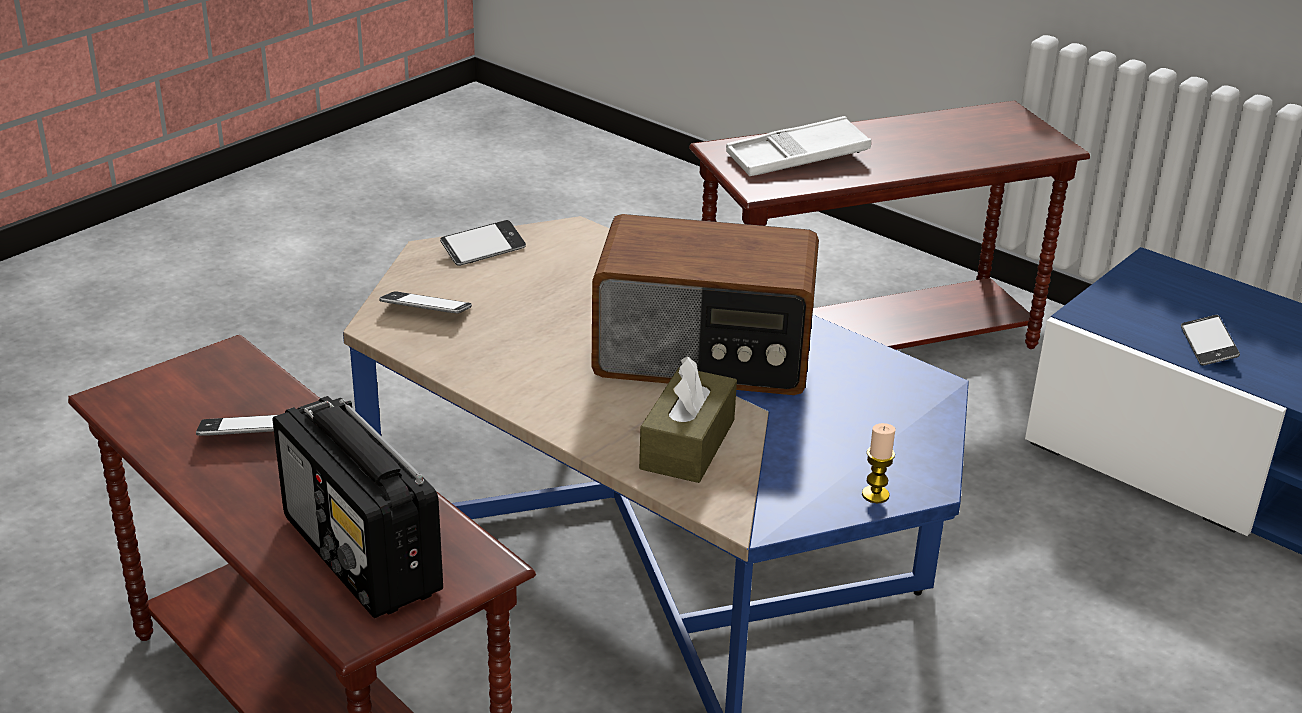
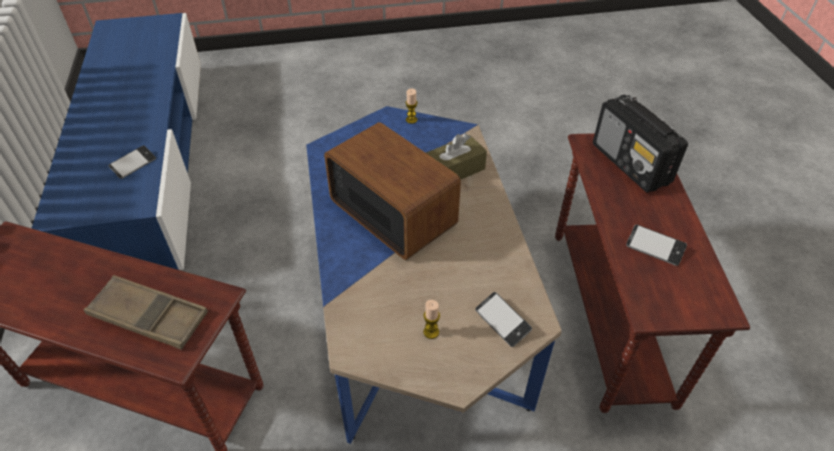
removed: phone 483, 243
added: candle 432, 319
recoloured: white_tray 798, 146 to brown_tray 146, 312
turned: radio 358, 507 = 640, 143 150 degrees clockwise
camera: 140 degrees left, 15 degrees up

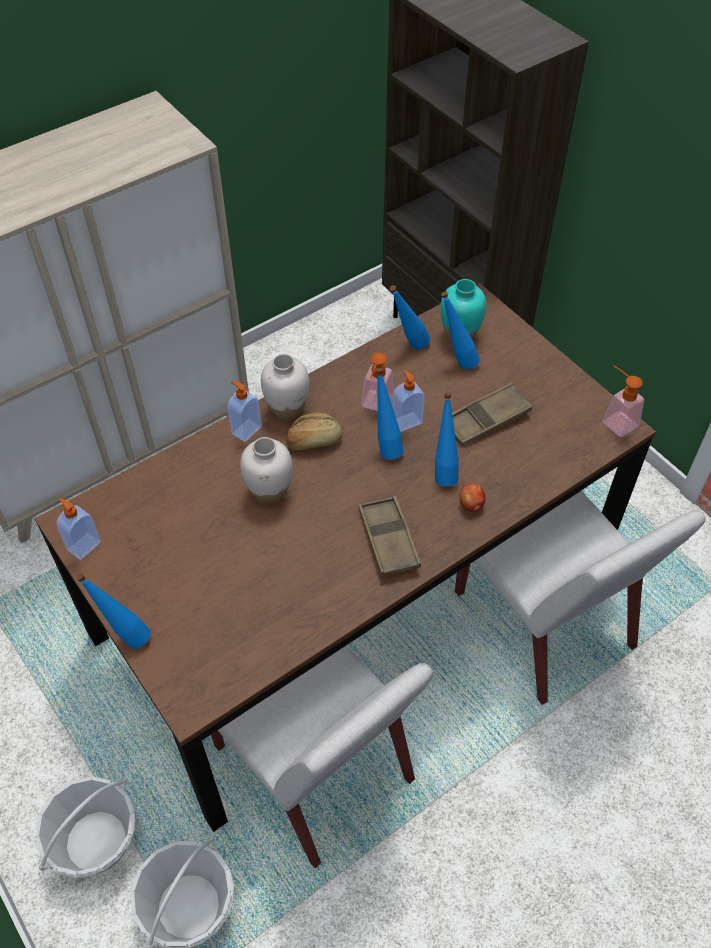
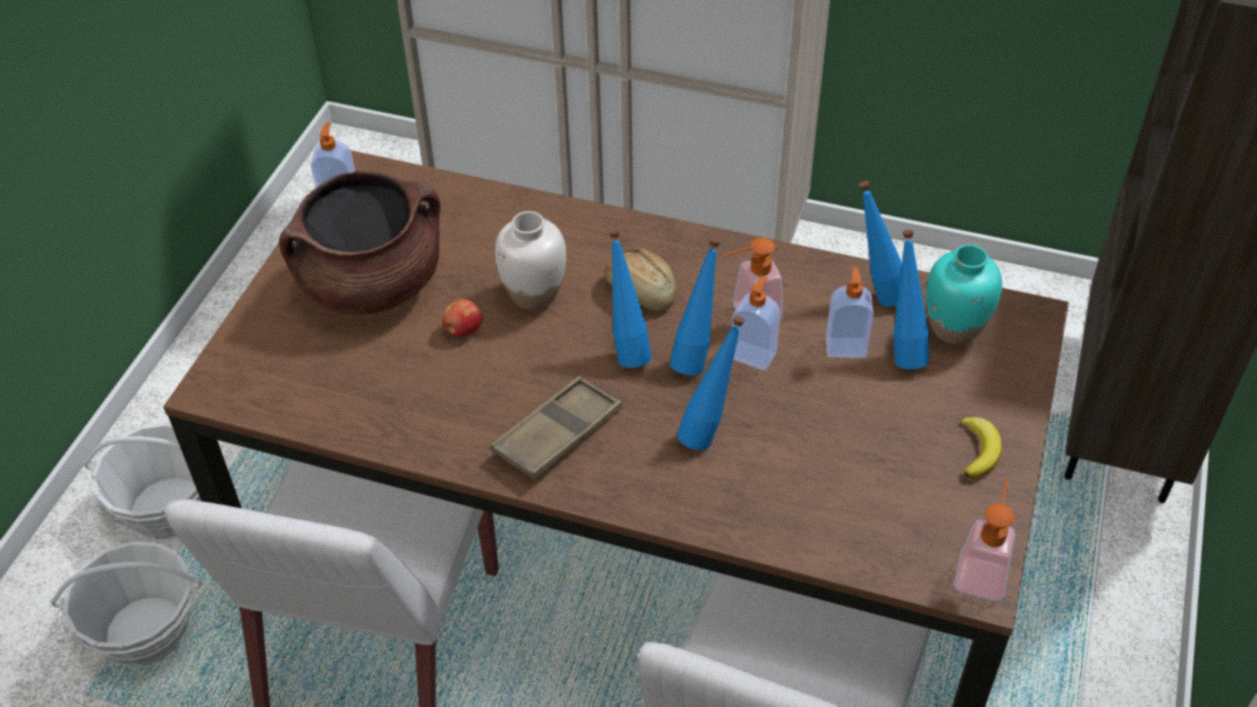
removed: white_vase 285, 386; brown_tray 492, 414
added: brown_cooking_pot 360, 243; banana 981, 448
moved: soap_dispenser 244, 411 to 850, 312; apple 472, 497 to 462, 318; blue_bottle 113, 611 to 630, 298
camera: 55 degrees right, 5 degrees down

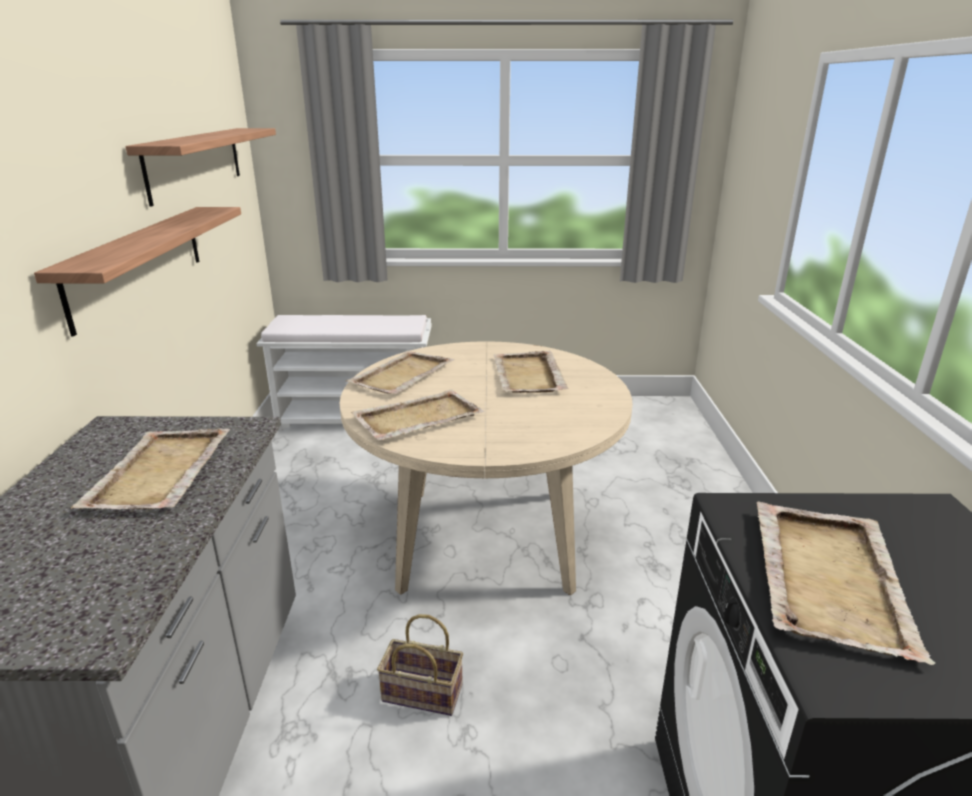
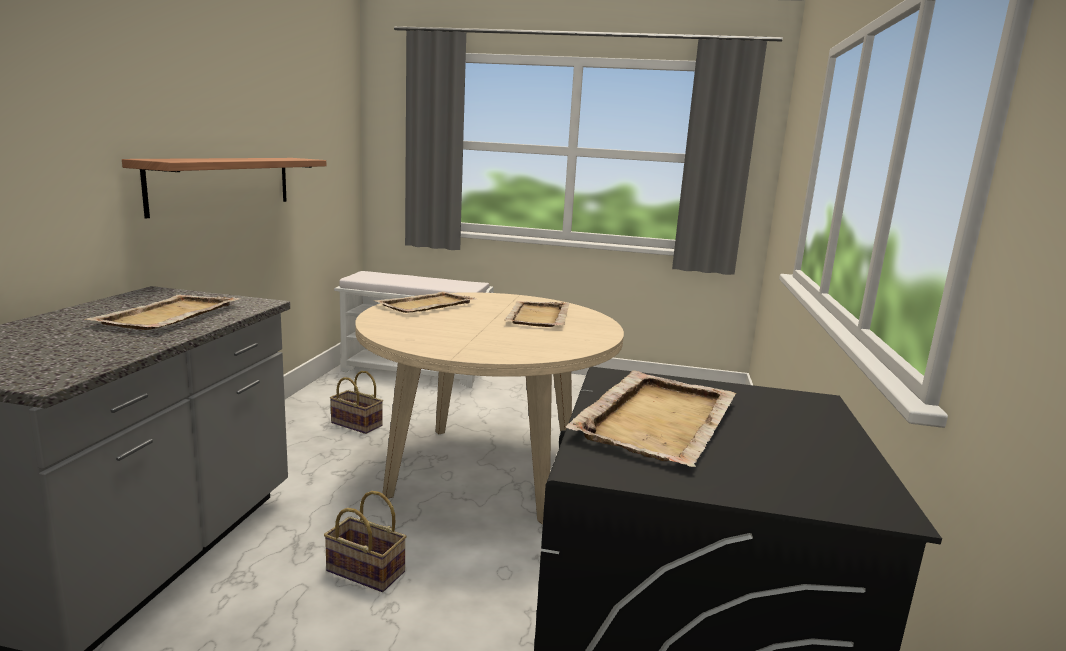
removed: shelf 200, 167; beige_tray 418, 414
added: basket 356, 402
camera: 10 degrees right, 10 degrees down

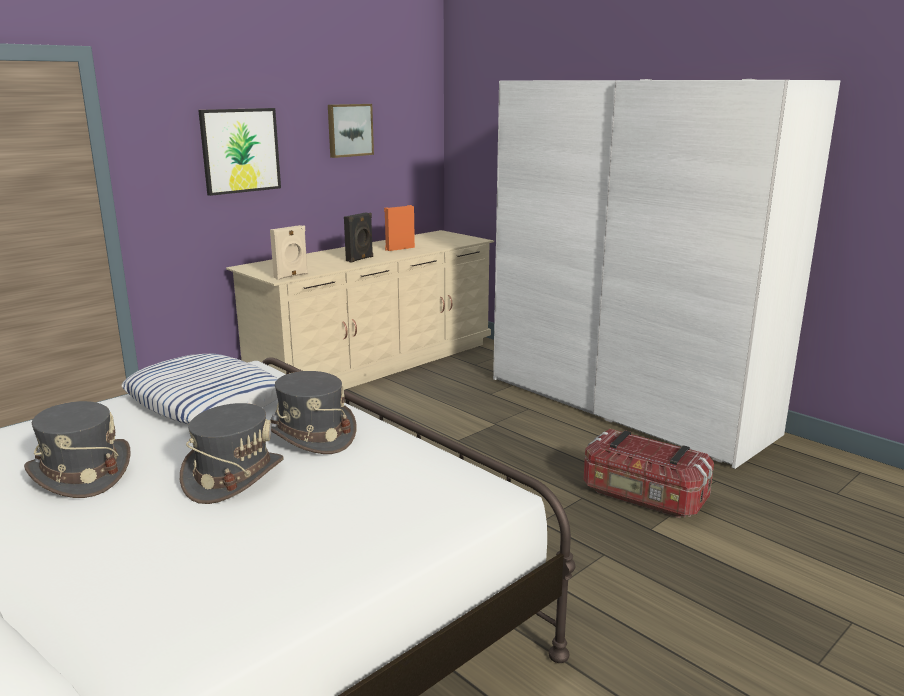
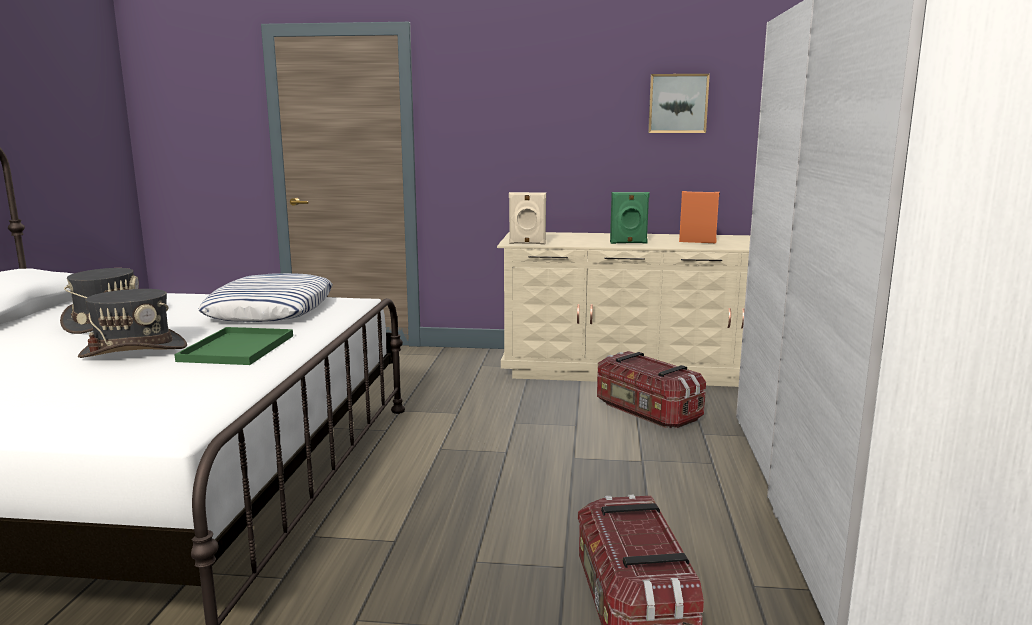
removed: picture 239, 152
added: storage_box 651, 389
replaced: grey_hat 313, 412 to green_tray 233, 346
recoloured: black_speaker 358, 237 to green_speaker 630, 218
camera: 50 degrees right, 5 degrees down

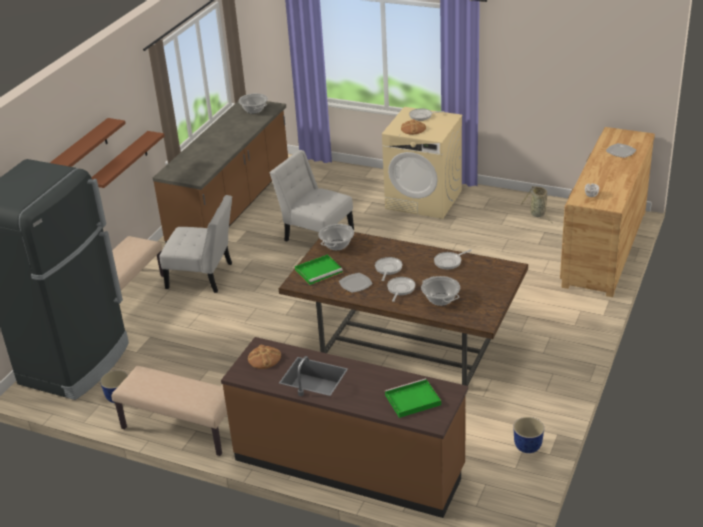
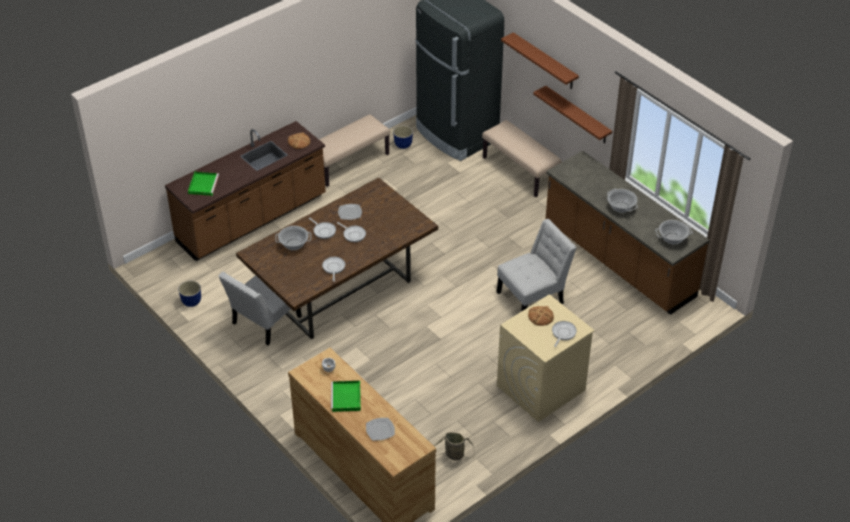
moved: white_chair 195, 244 to 260, 308; cooking_pot 336, 237 to 622, 201; green_tray 319, 269 to 346, 396
camera: 115 degrees right, 10 degrees up

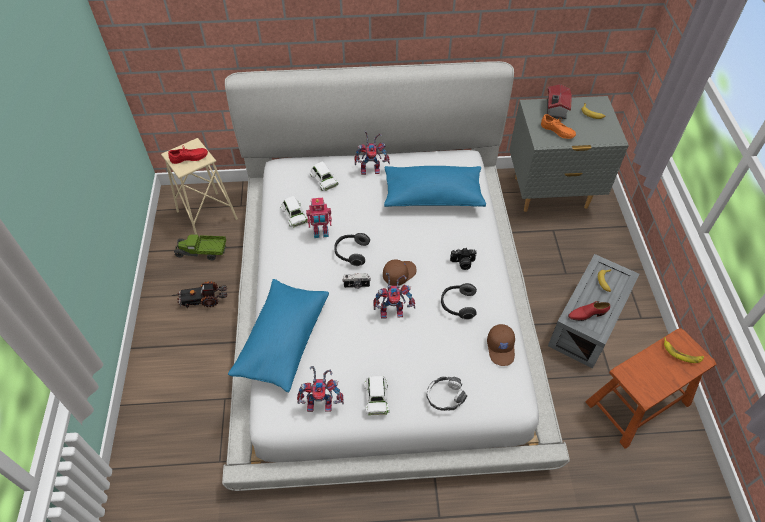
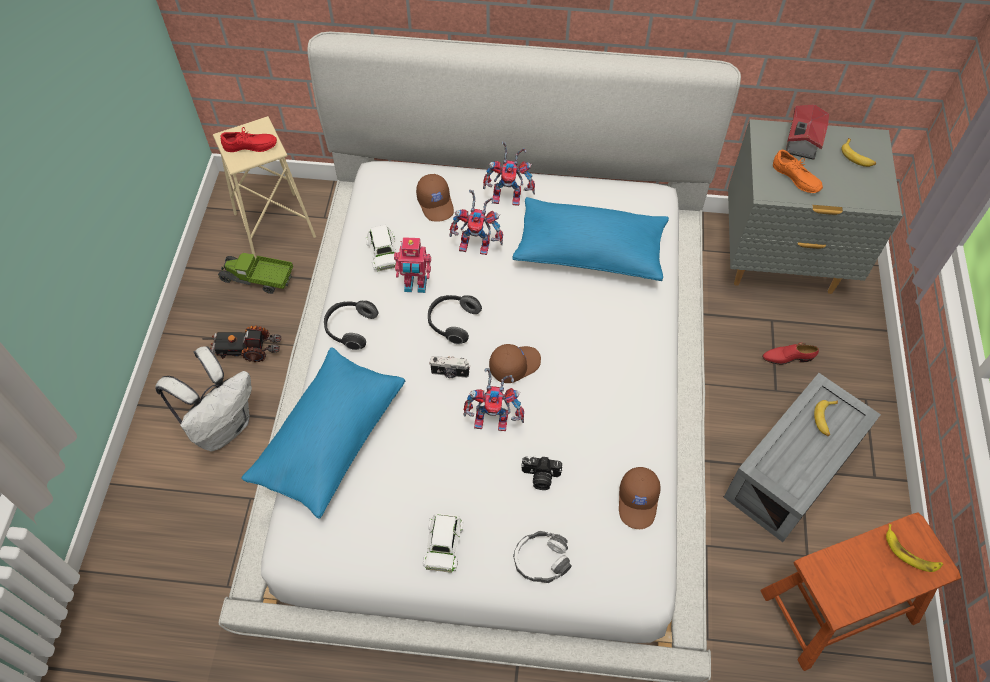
added: white_backpack 203, 399
moved: photo_camera 463, 259 to 541, 472; headphones 459, 301 to 351, 325; red_shoe 589, 311 to 790, 354; toy_robot 320, 389 to 476, 222
replaced: white_toy_car 324, 176 to brown_cap 435, 198
camera: 10 degrees right, 5 degrees up

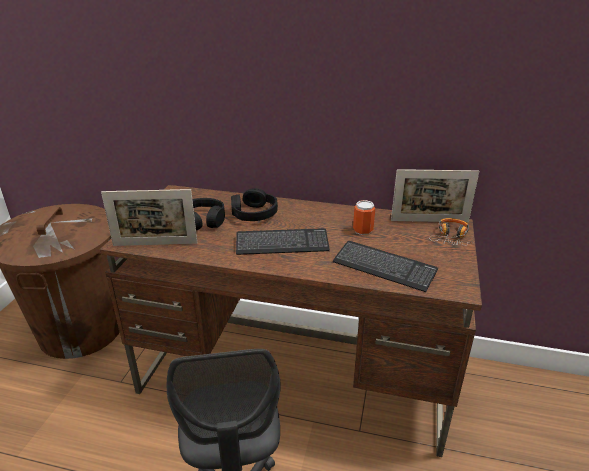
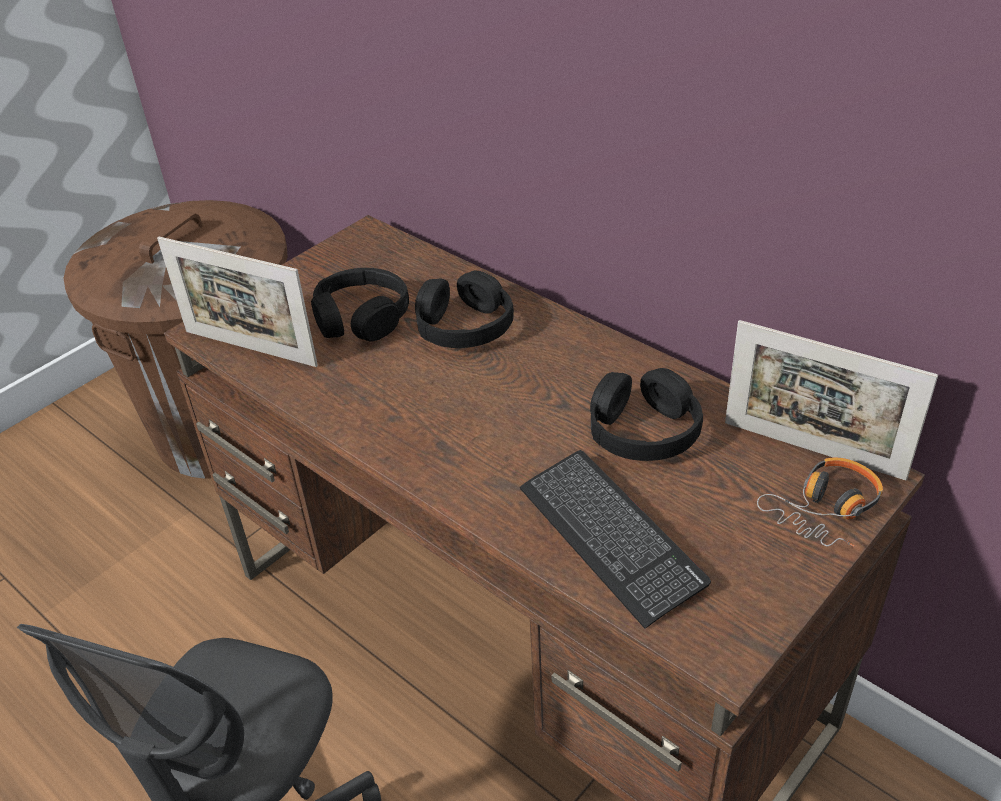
removed: keyboard 283, 241
replaced: can 364, 217 to black_headphones 646, 414
camera: 30 degrees right, 10 degrees up

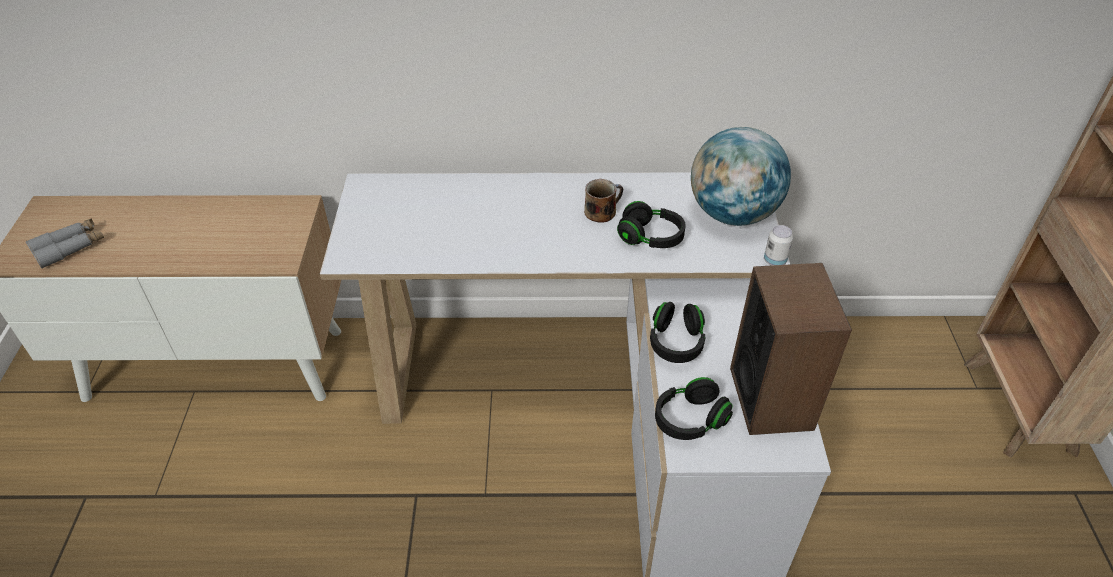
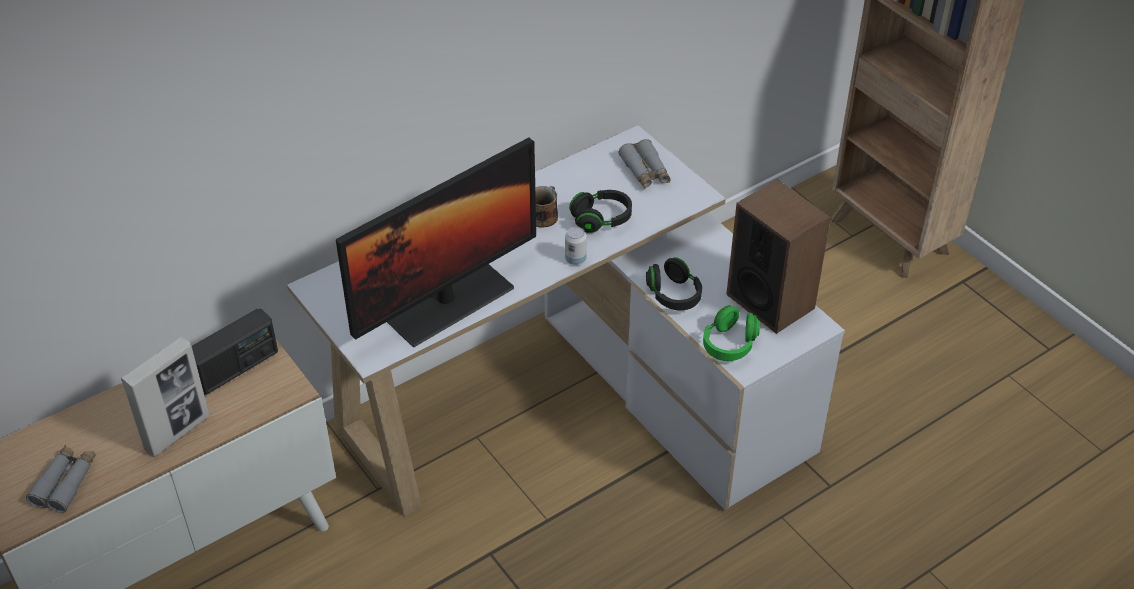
added: monitor 436, 242; radio 235, 351; picture_frame 165, 397
moved: can 778, 245 to 576, 246
replaced: globe 741, 176 to grey_binoculars 645, 164
recoloured: black_headphones 694, 408 to green_headphones 731, 333
camera: 35 degrees left, 0 degrees up

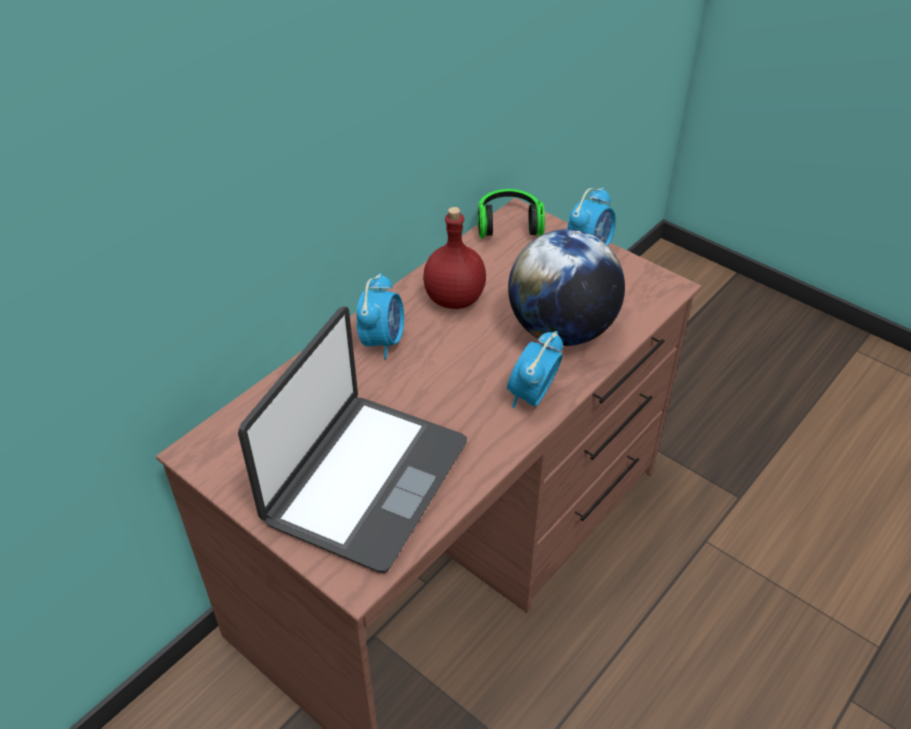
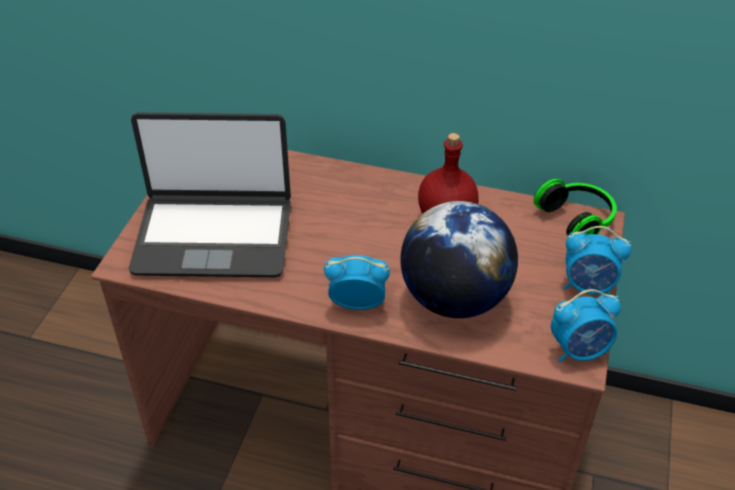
moved: alarm_clock 380, 316 to 586, 326
camera: 65 degrees right, 0 degrees up

